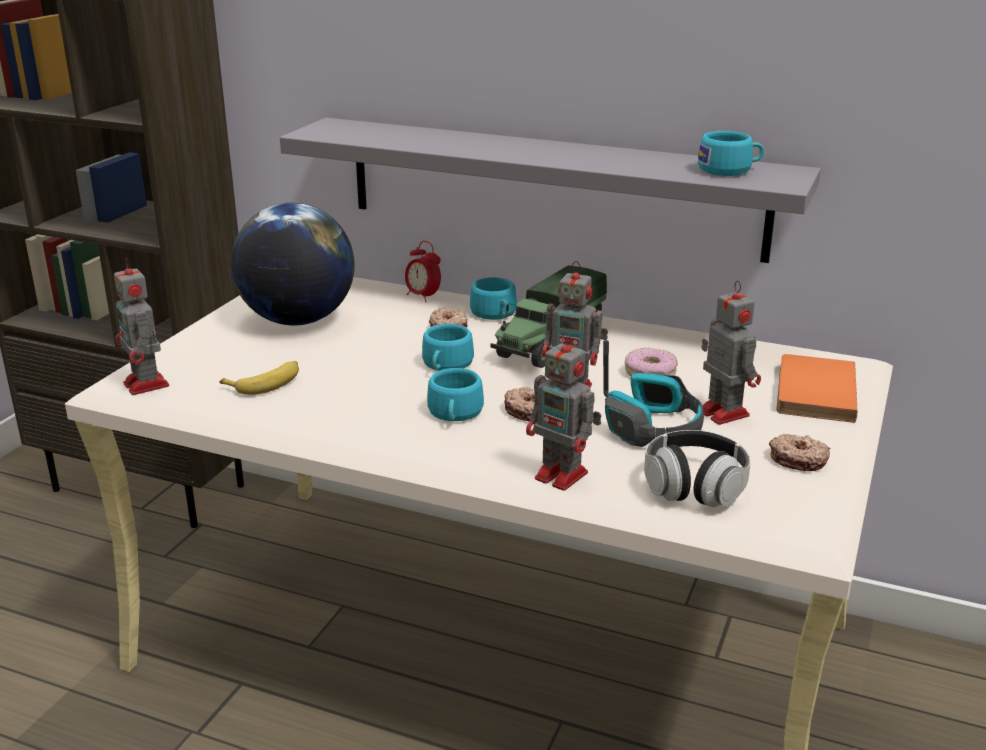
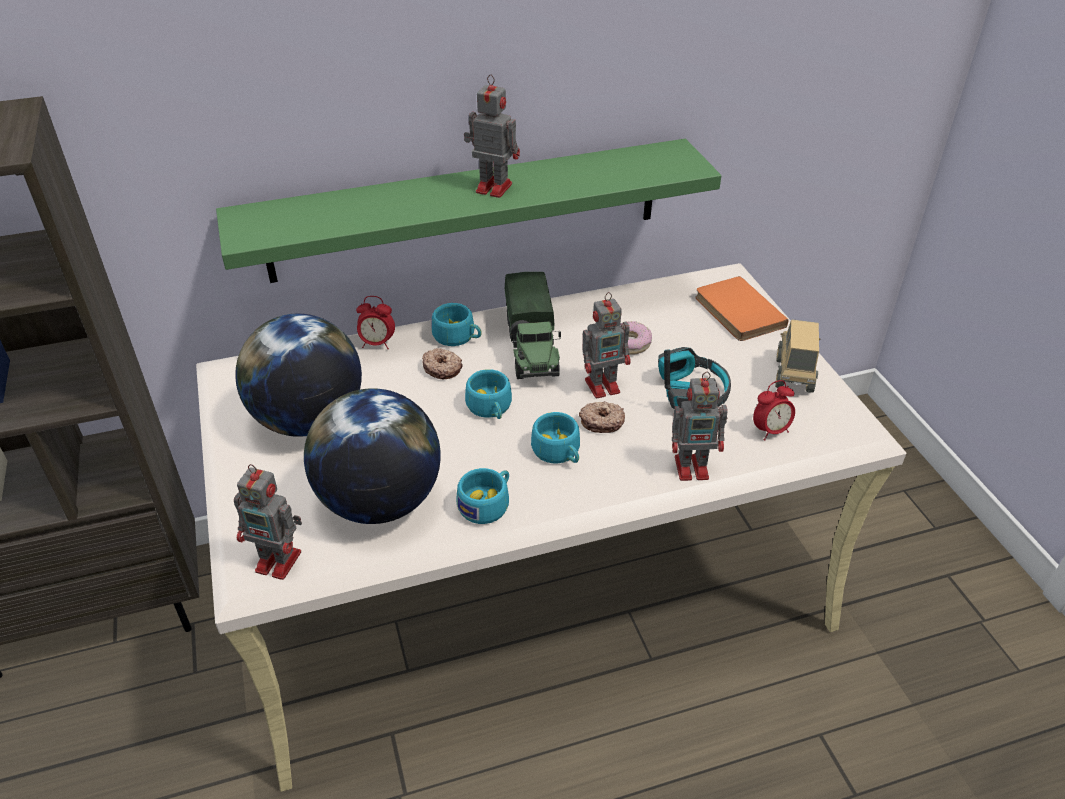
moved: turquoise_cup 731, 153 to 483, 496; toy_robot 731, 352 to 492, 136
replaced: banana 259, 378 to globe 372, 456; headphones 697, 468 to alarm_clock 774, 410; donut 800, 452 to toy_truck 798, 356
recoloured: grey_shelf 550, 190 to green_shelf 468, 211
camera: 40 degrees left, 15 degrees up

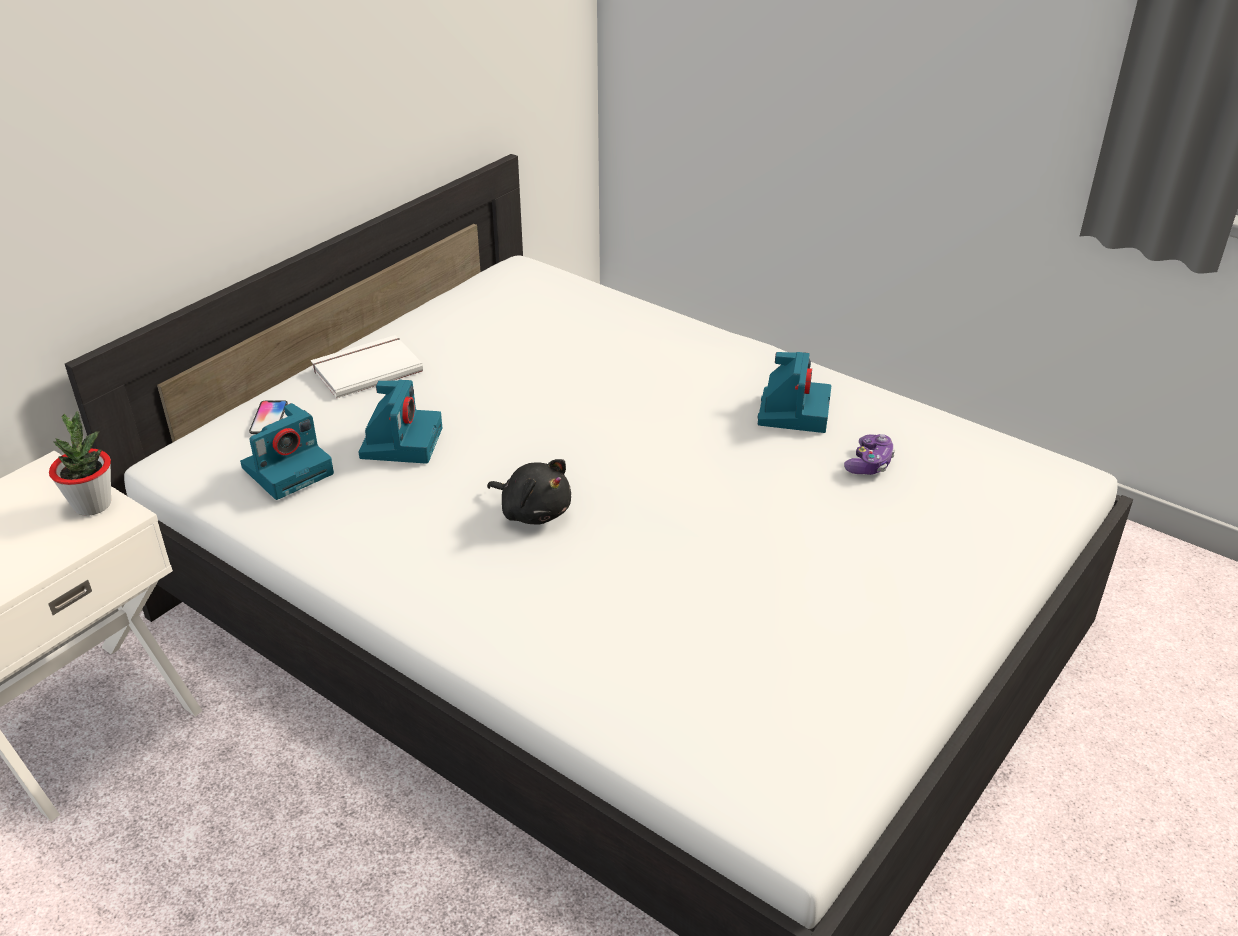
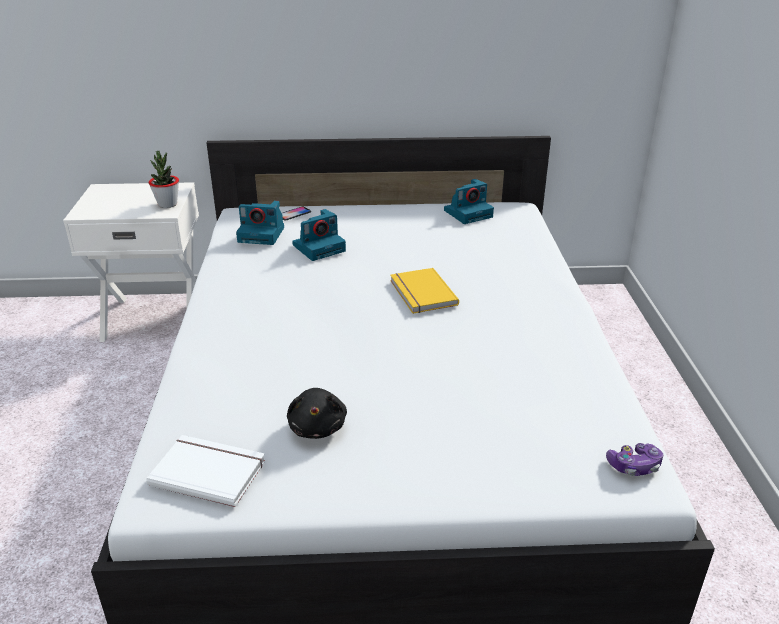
added: yellow_book 424, 291
moved: white_book 367, 366 to 205, 471; photo_camera 794, 392 to 469, 201; game_controller 869, 454 to 634, 459; black_plush_toy 529, 491 to 317, 413
camera: 50 degrees right, 5 degrees down

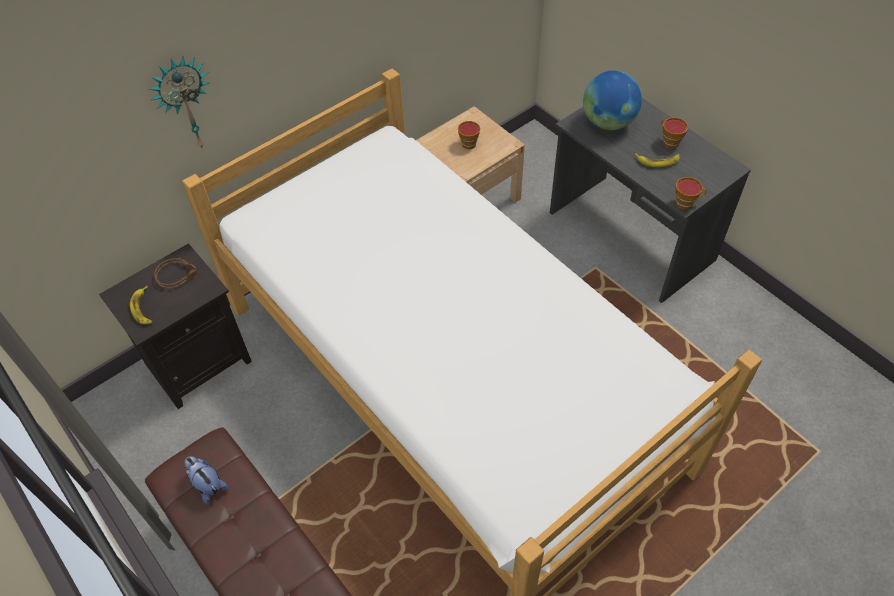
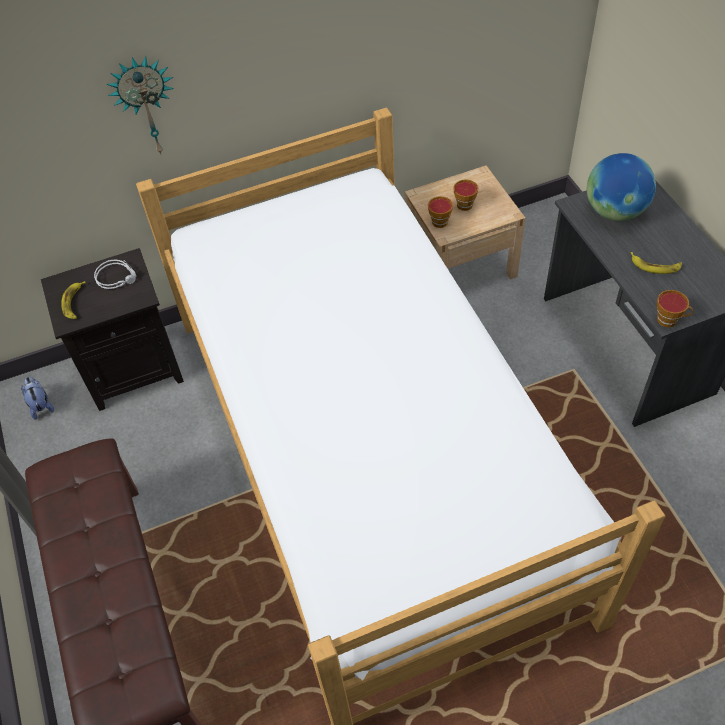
moved: cup 674, 133 to 440, 212; plush_toy 206, 480 to 37, 398
recoloured: brown_headphones 175, 273 to grey_headphones 115, 274
camera: 20 degrees right, 0 degrees up

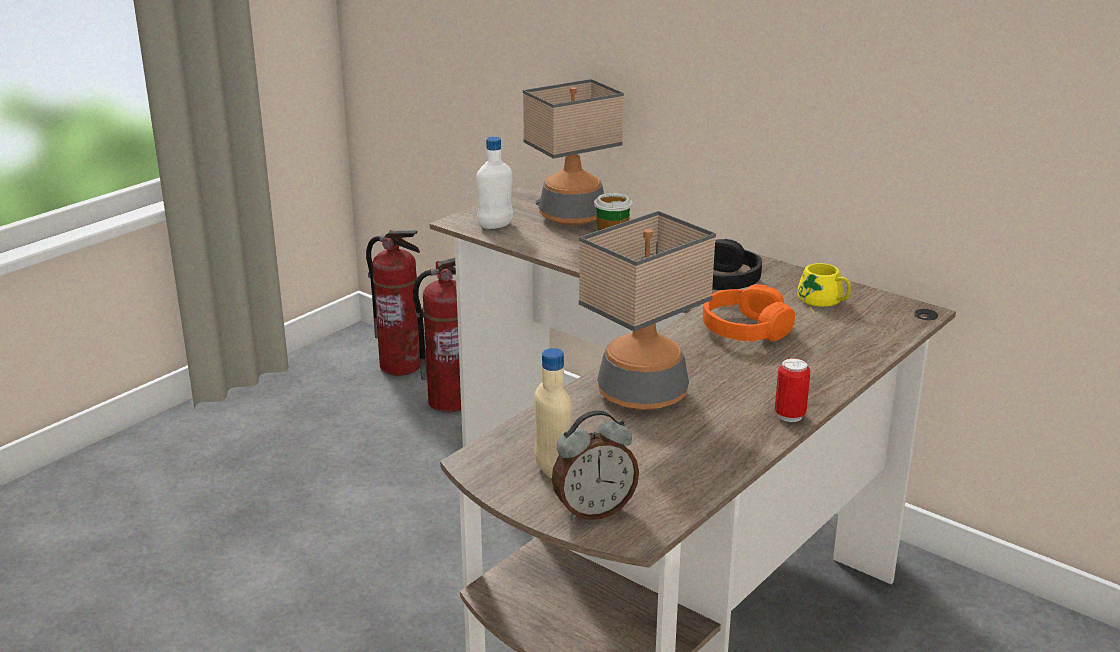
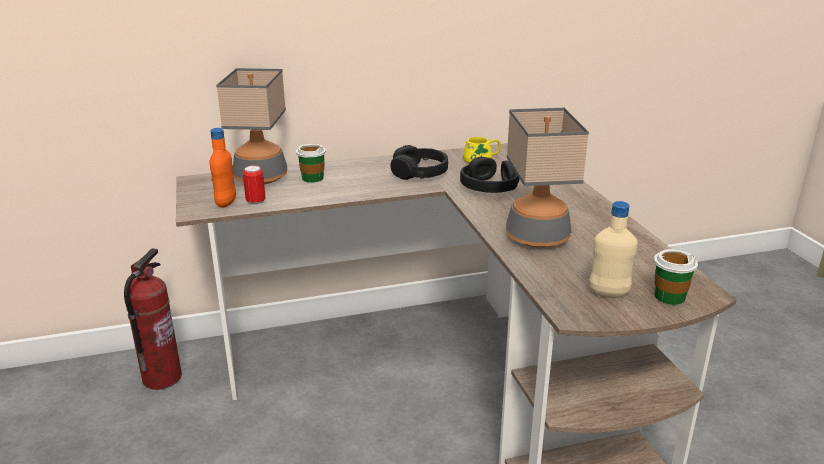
removed: fire_extinguisher 393, 303
moved: can 792, 390 to 254, 185
replaced: alarm_clock 595, 465 to cup 676, 277
recoloured: white_bottle 494, 183 to orange_bottle 223, 168; orange_headphones 749, 313 to black_headphones 489, 175
camera: 55 degrees left, 0 degrees up

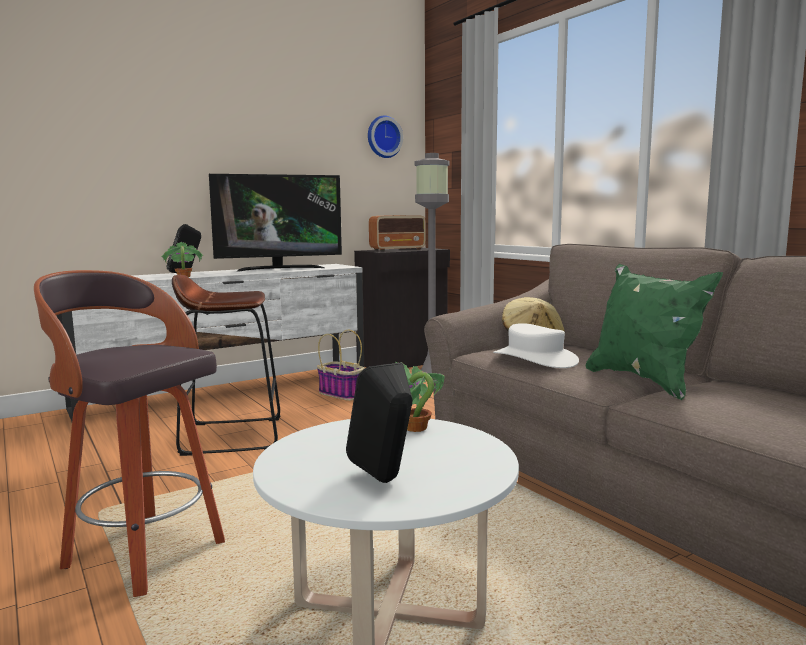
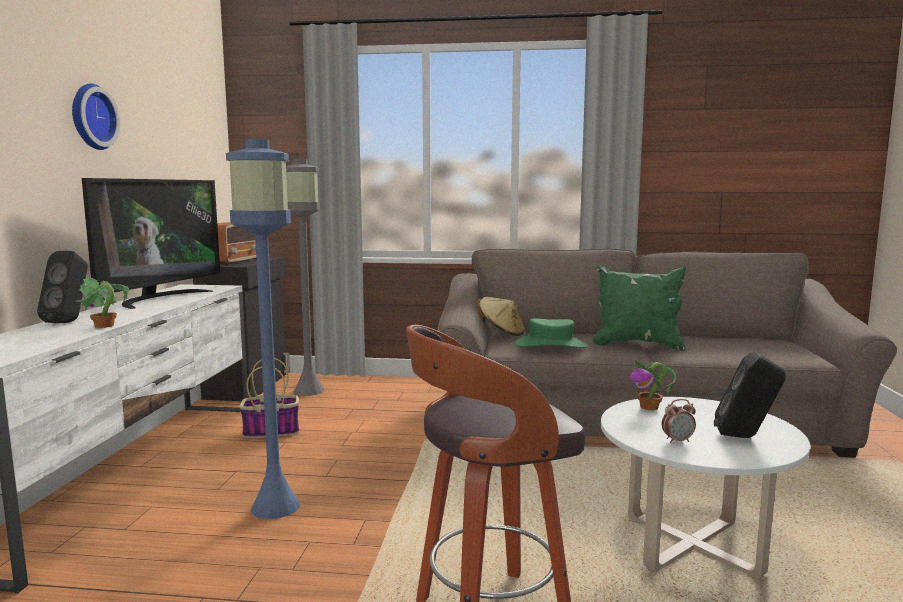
added: alarm_clock 679, 421
moved: wall_clock 385, 136 to 96, 116
replaced: brown_stool 226, 365 to blue_floor_lamp 263, 329
recoloured: white_hat 536, 345 to green_hat 551, 333
camera: 50 degrees left, 0 degrees up

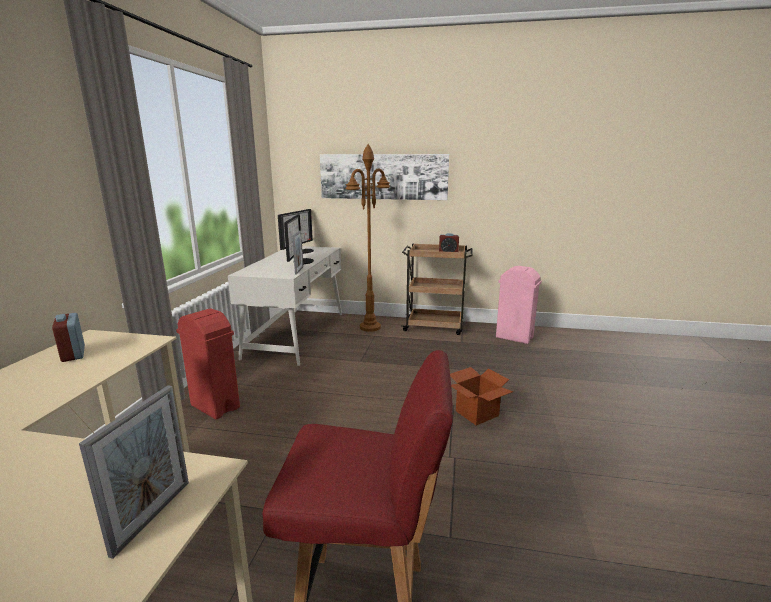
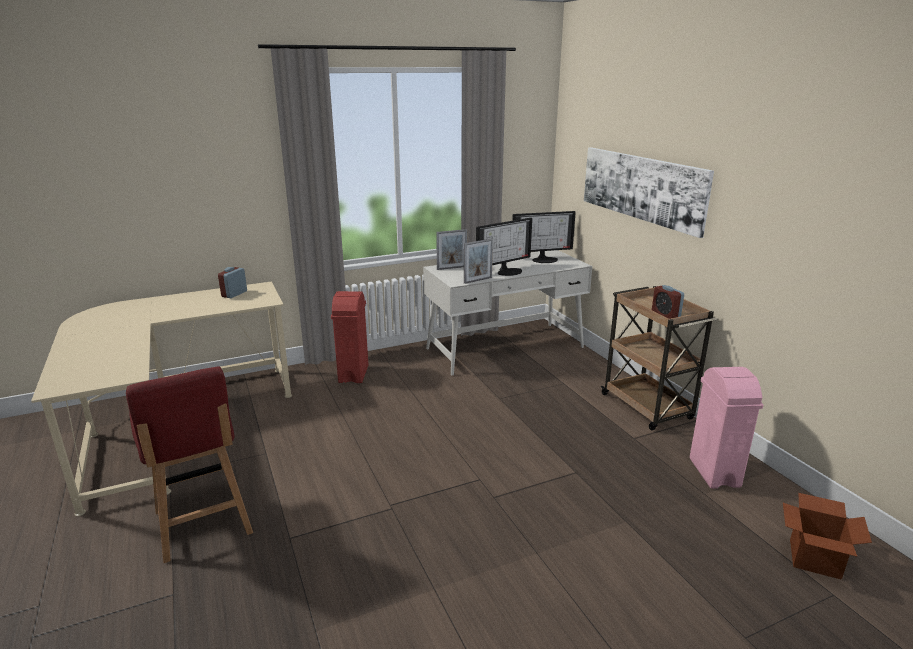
removed: brown_floor_lamp 368, 238
moved: cardboard_box 481, 396 to 827, 536; picture_frame 134, 472 to 451, 249
camera: 55 degrees right, 5 degrees up

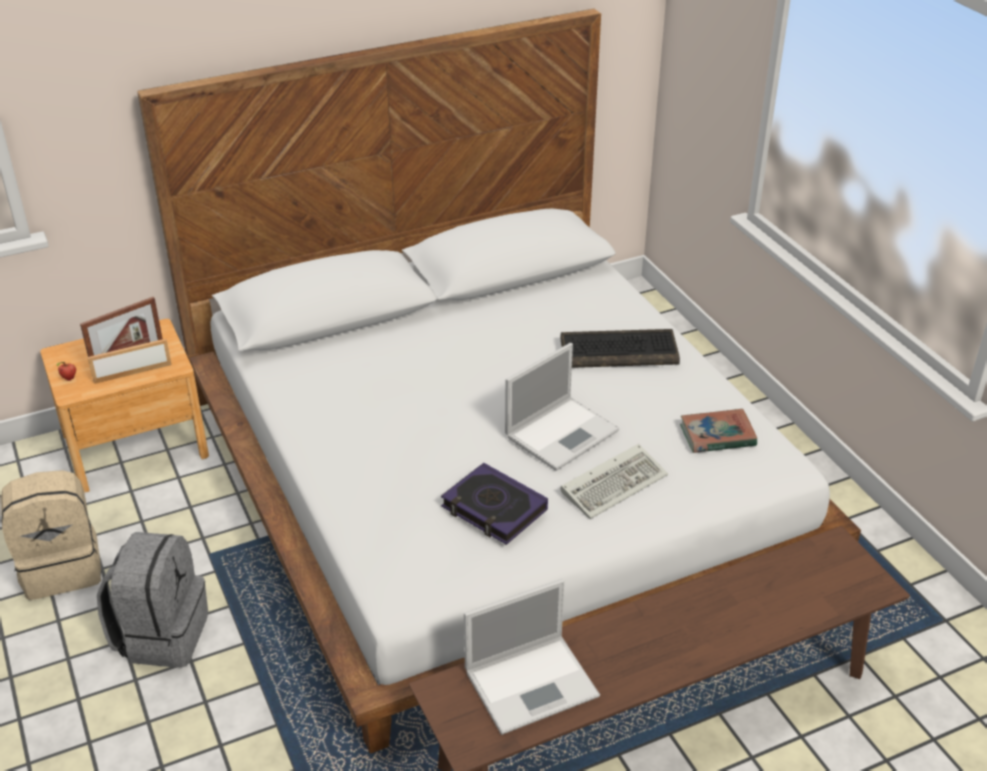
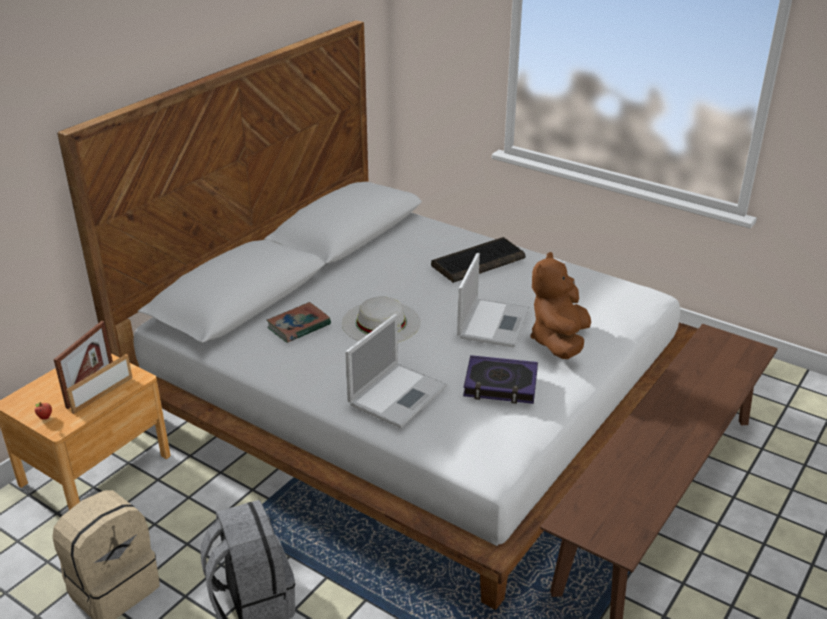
added: white_hat 381, 319
moved: book 718, 431 to 298, 322; laptop 532, 657 to 396, 371
replaced: keyboard 614, 481 to brown_plush_toy 560, 305
camera: 30 degrees left, 5 degrees down

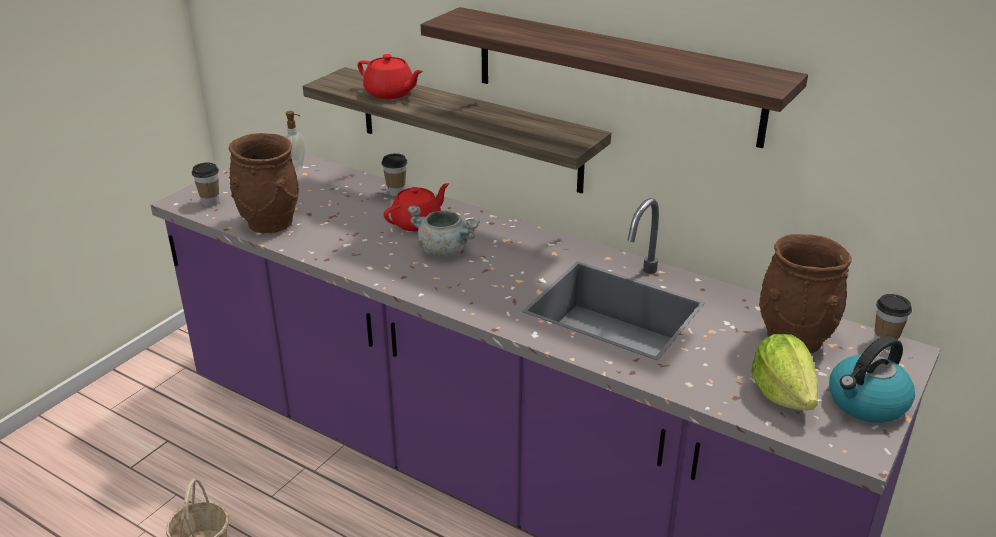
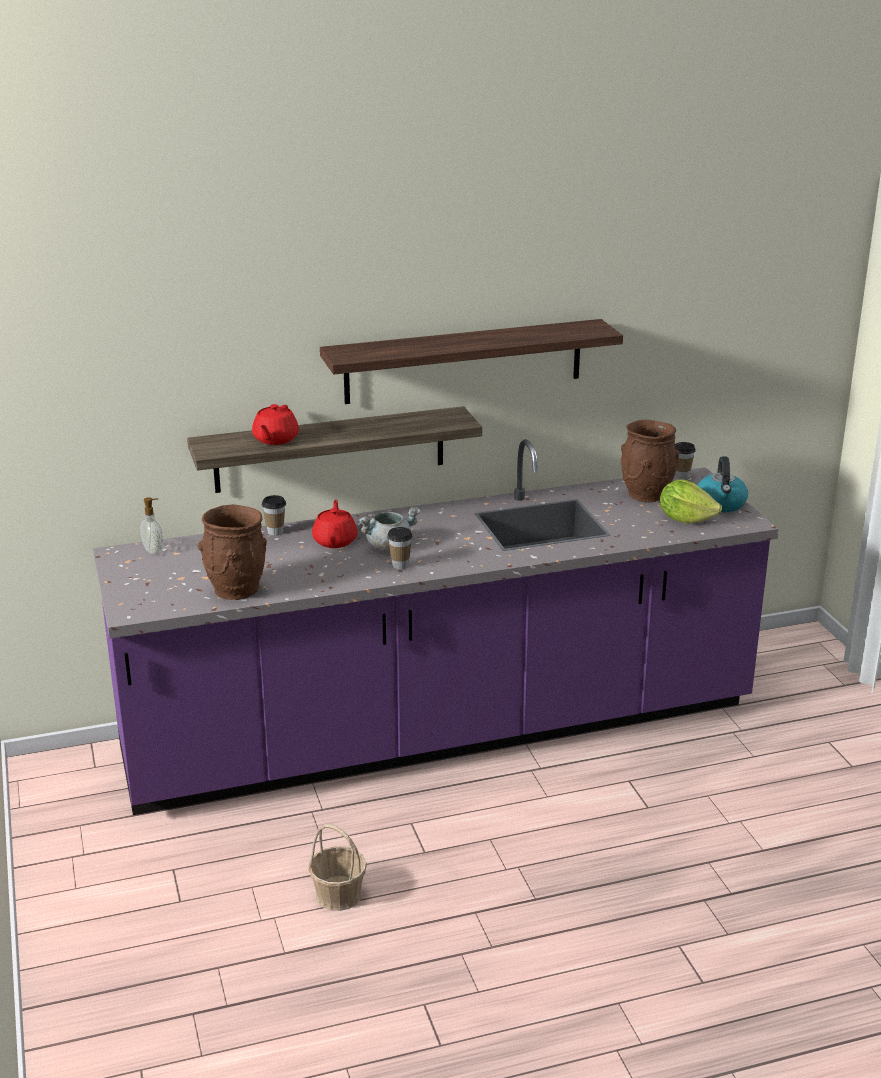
moved: cup 205, 184 to 400, 548
turned: red_teapot 390, 76 = 275, 424 120 degrees clockwise
camera: 50 degrees left, 5 degrees down

